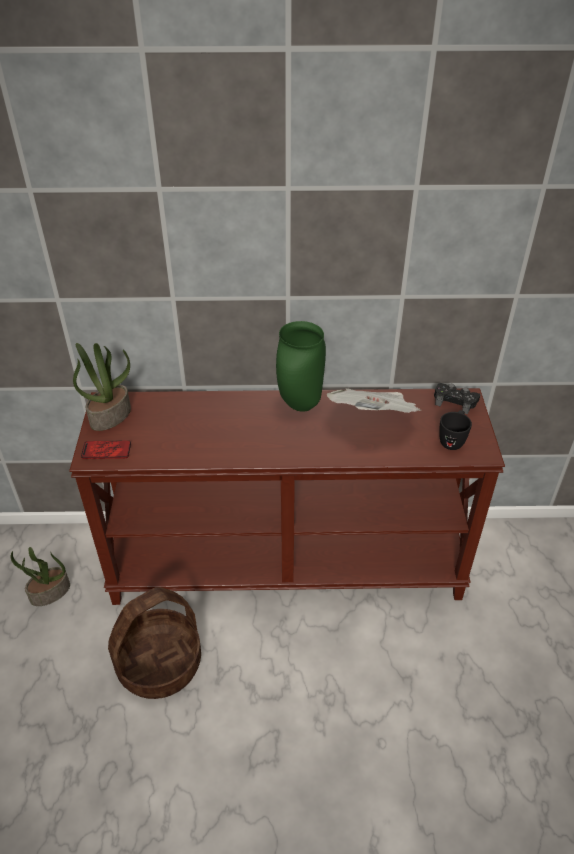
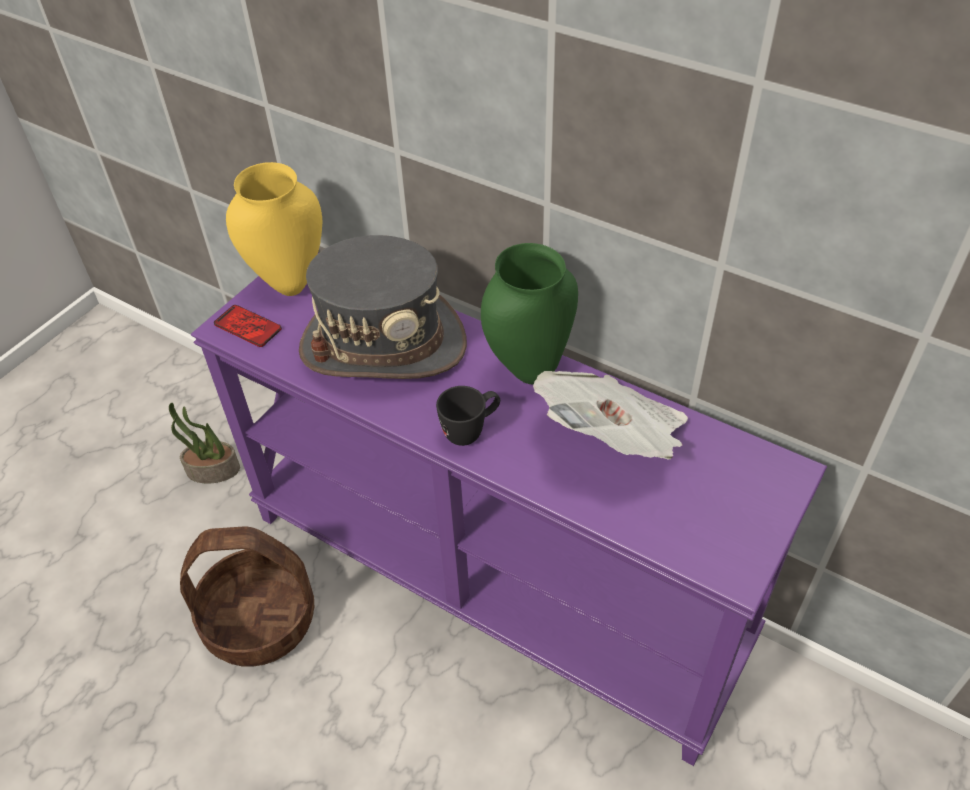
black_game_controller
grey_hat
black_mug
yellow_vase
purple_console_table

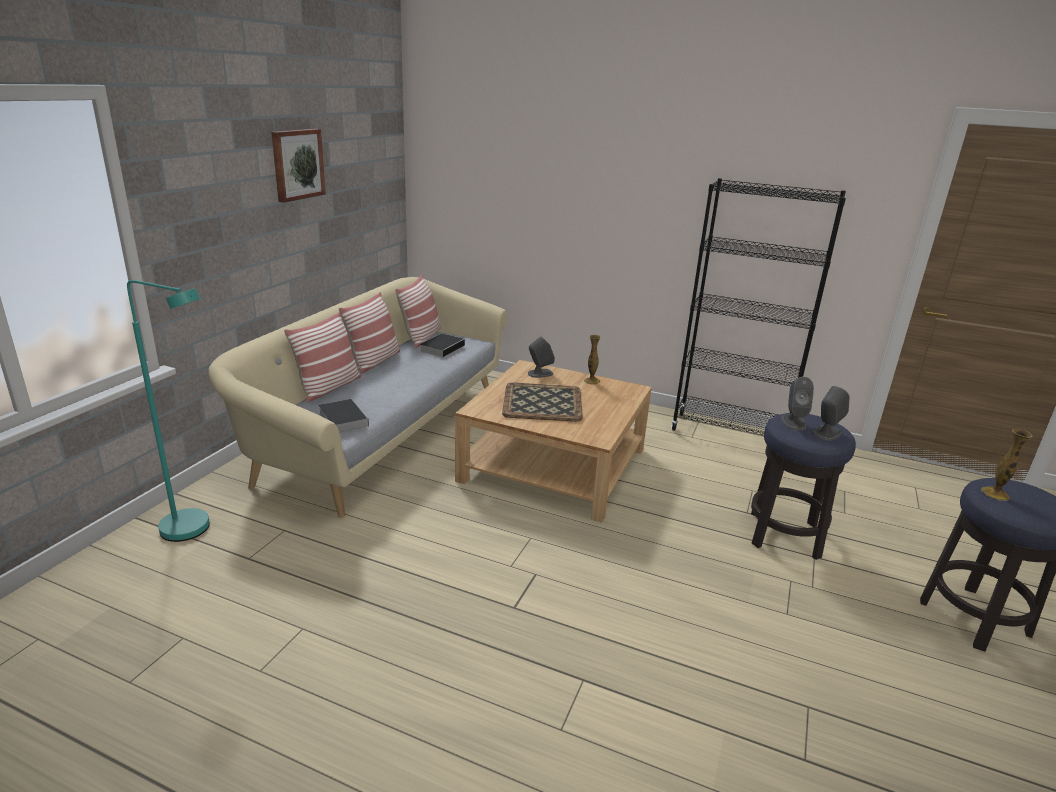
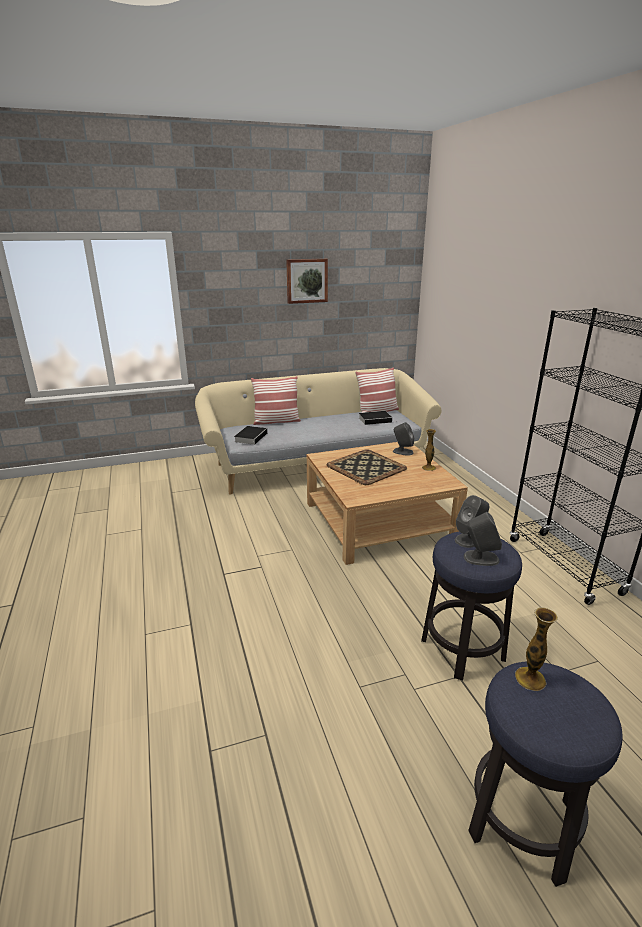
turquoise_floor_lamp
pillow (2nd from left in the first image)

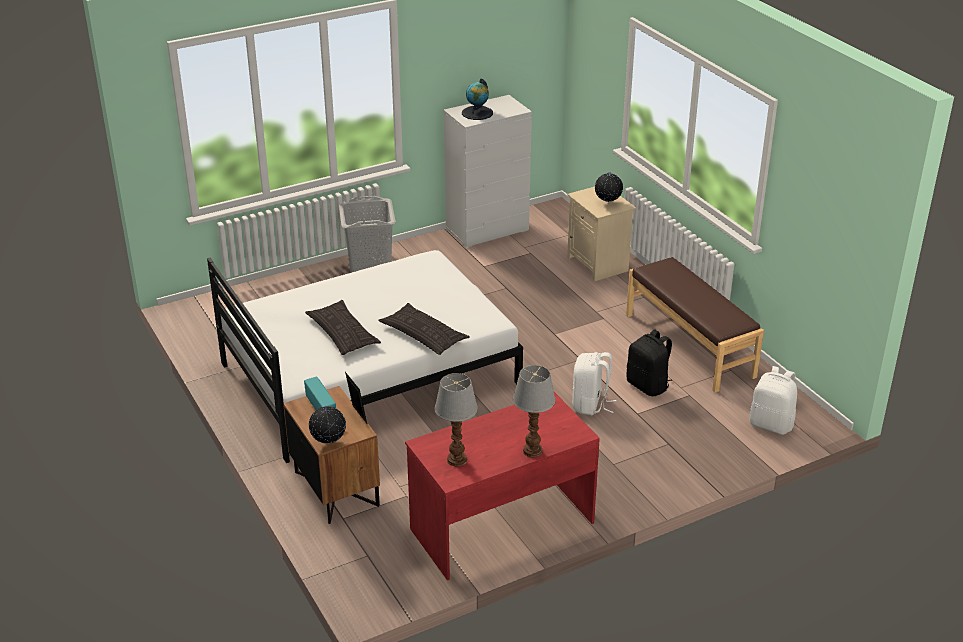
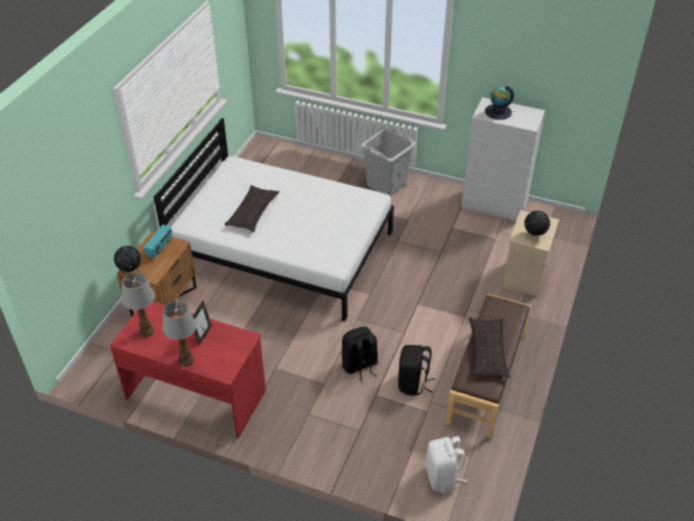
picture_frame
pillow (2nd from left)
black_backpack (1st from left)

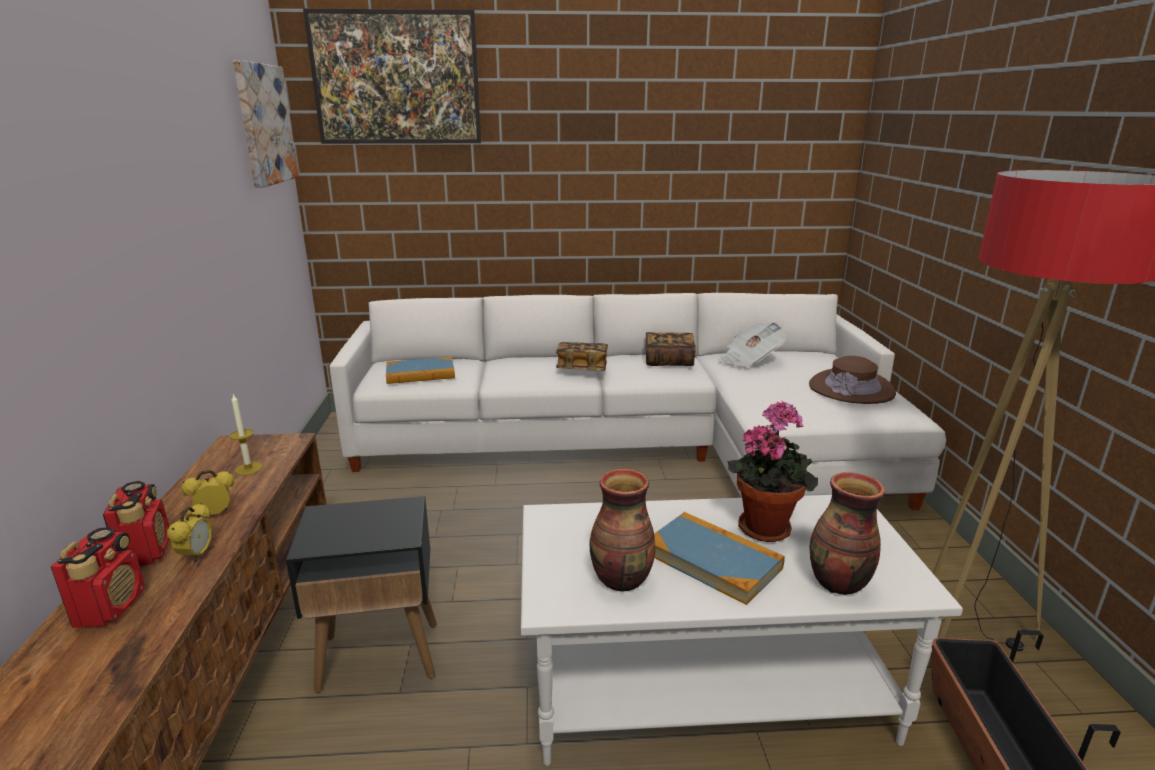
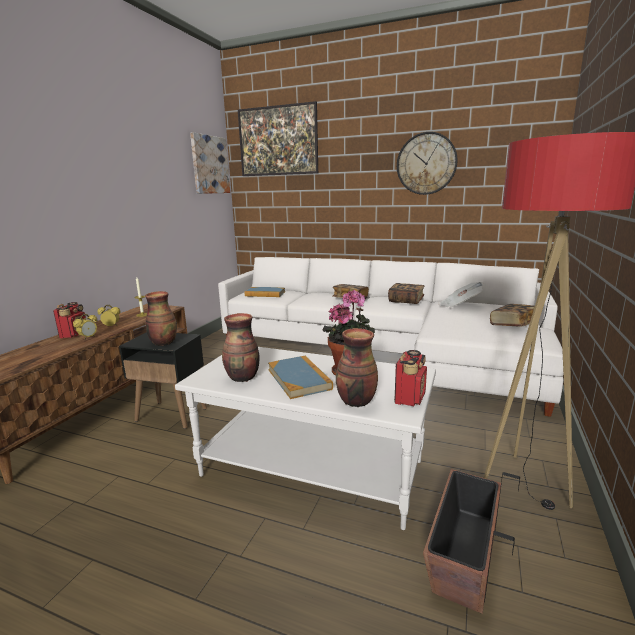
vase (1st from left)
wall_clock
radio (2nd from left)
book (5th from left)

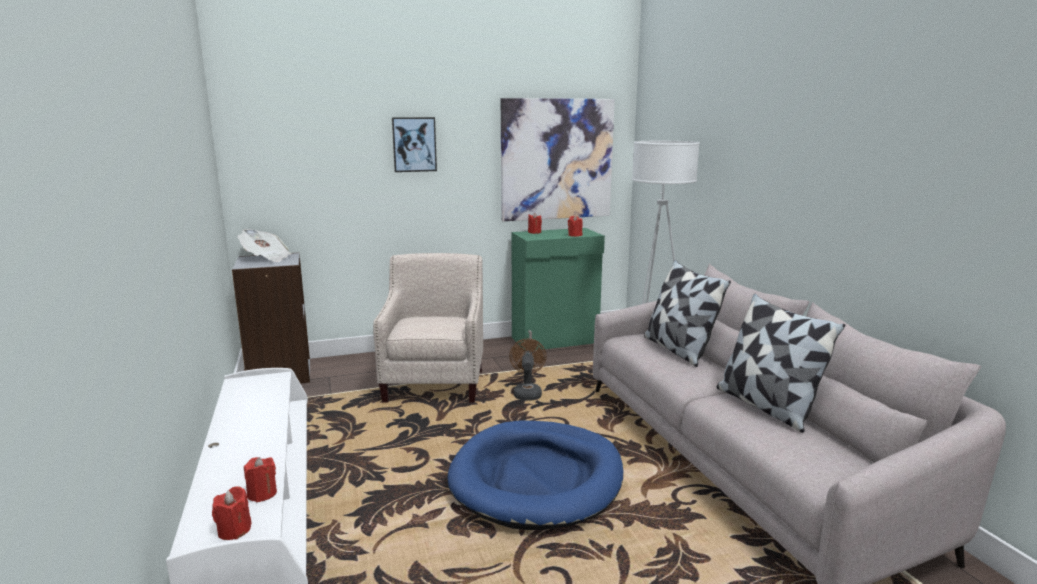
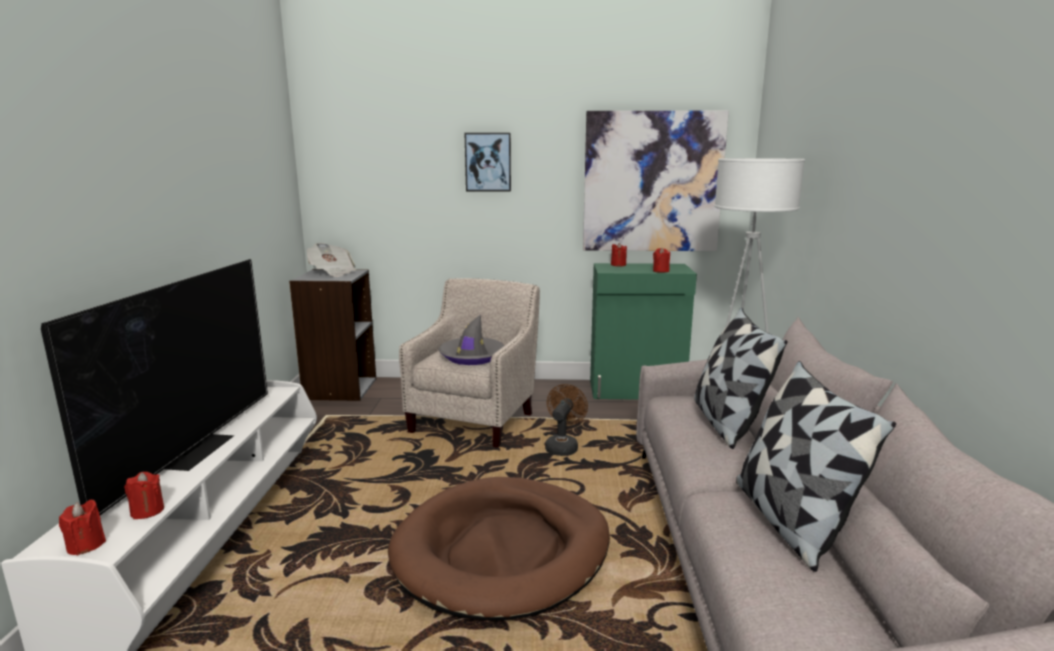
television
grey_hat
brown_dog_bed

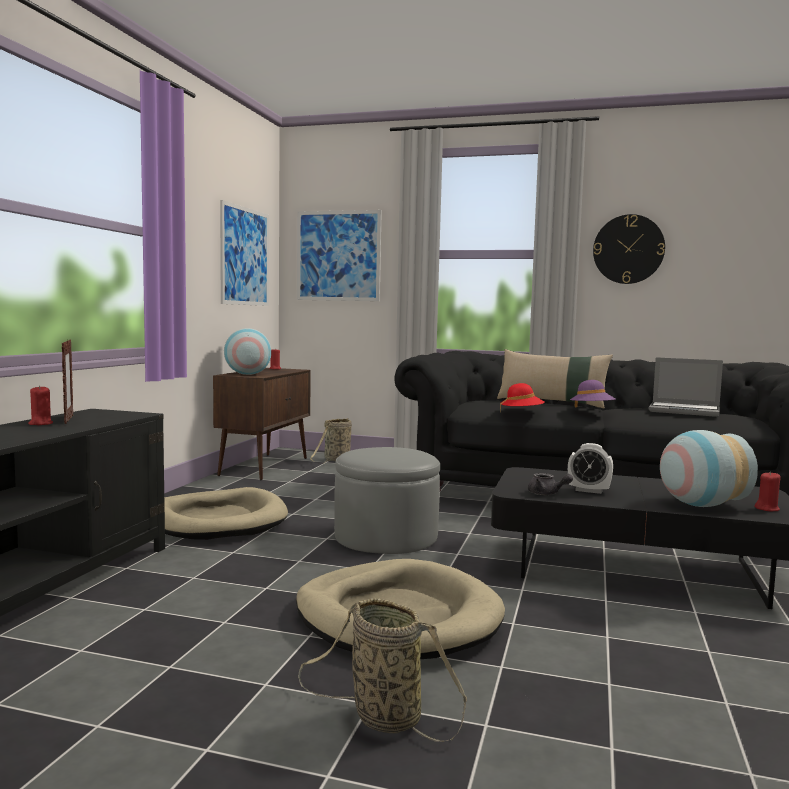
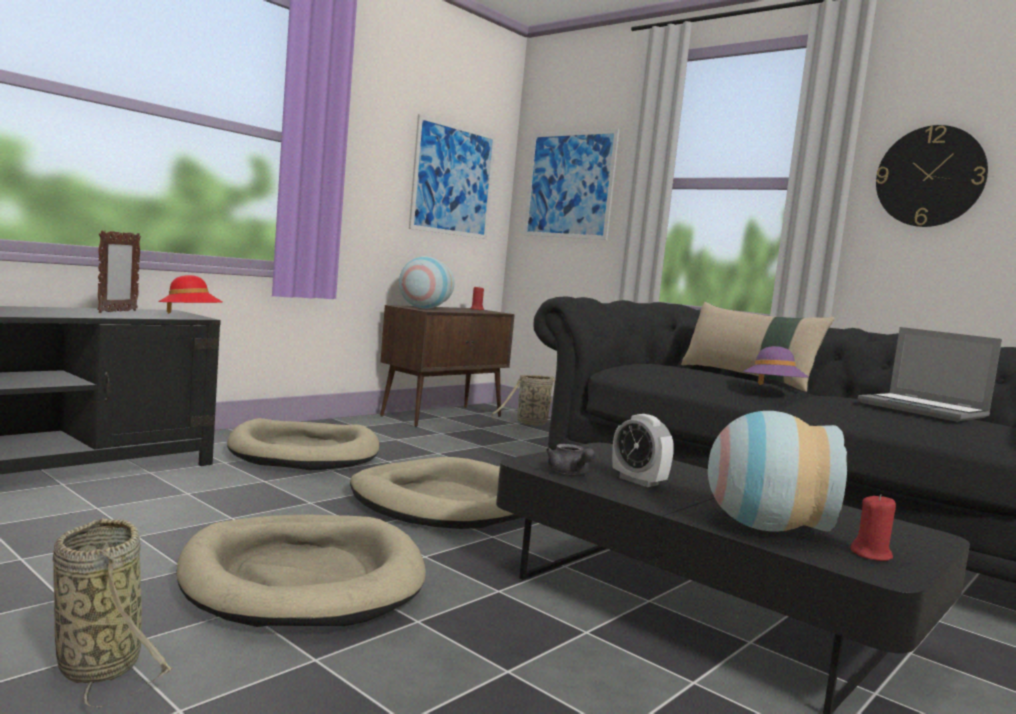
red_candle (1st from left in the first image)
red_hat
beige_dog_bed (3rd from left)

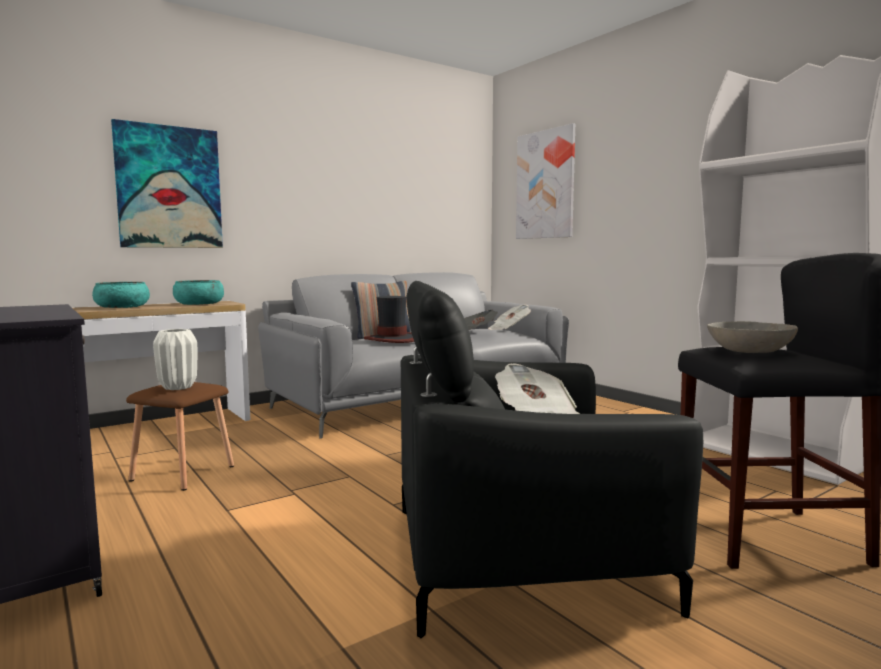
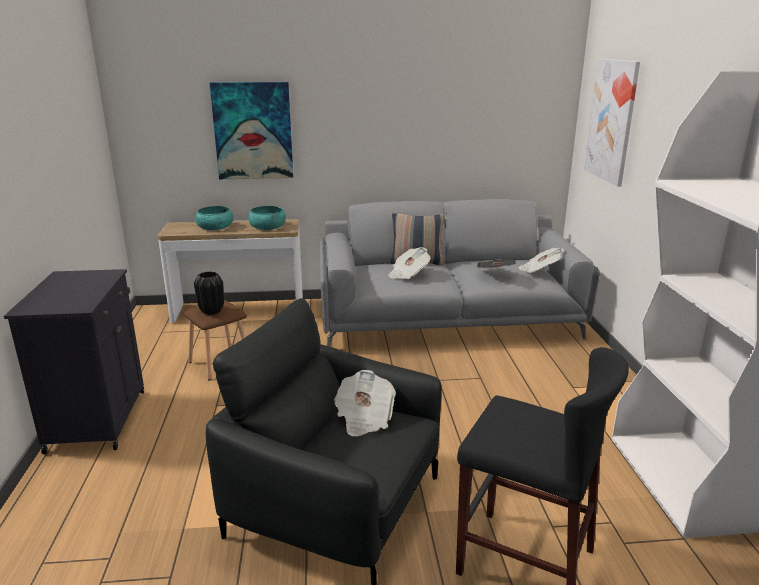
grey_bowl
newspaper (2nd from left)
black_vase

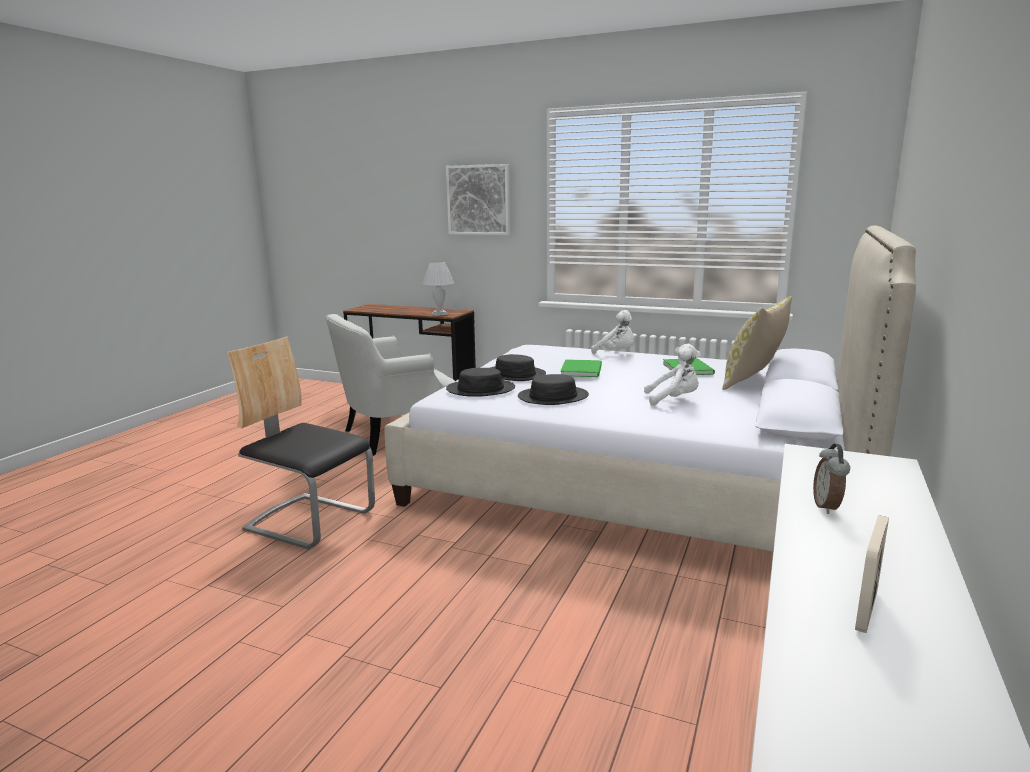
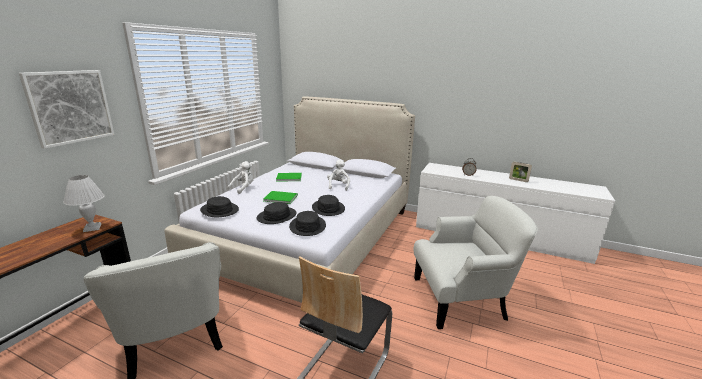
pillow
black_hat (1st from left)
white_armchair (2nd from left)

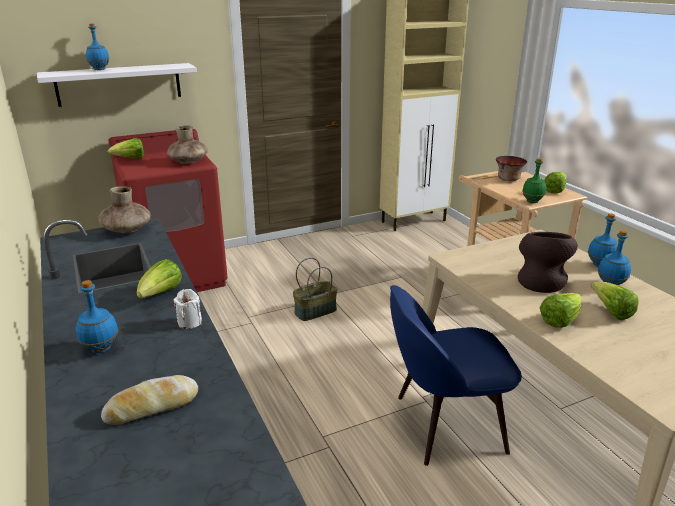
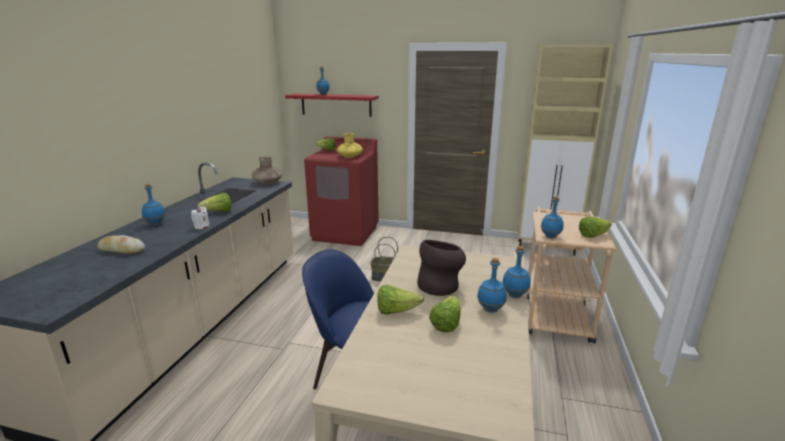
bowl
red_shelf
yellow_vase
blue_bottle (5th from left)

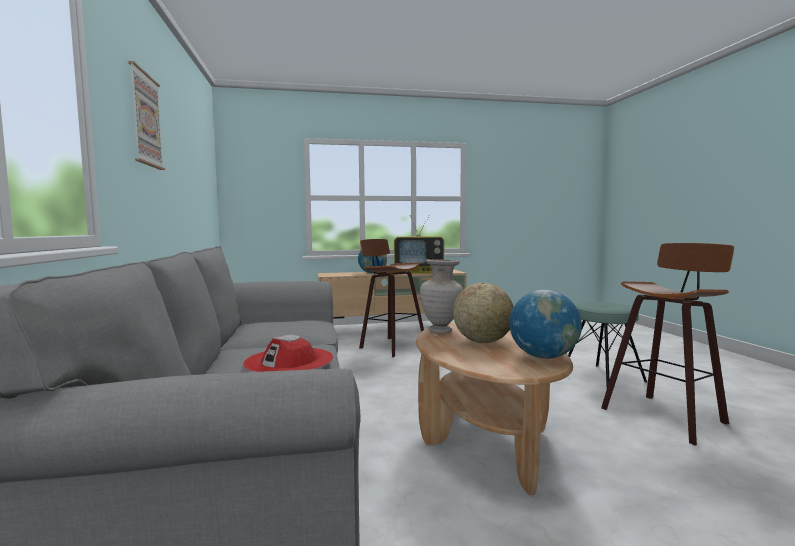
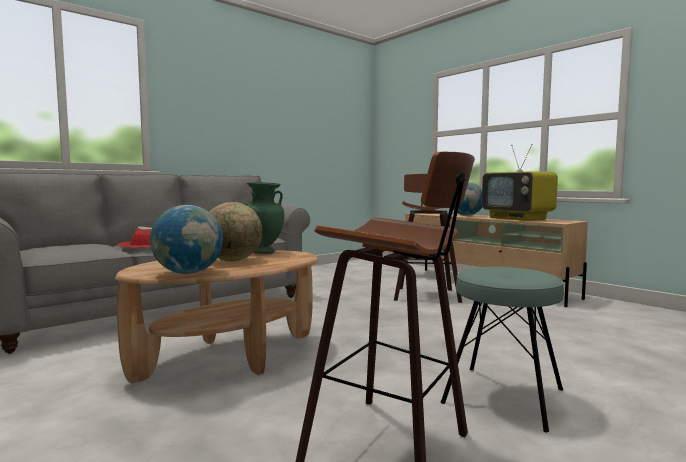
picture
green_vase

